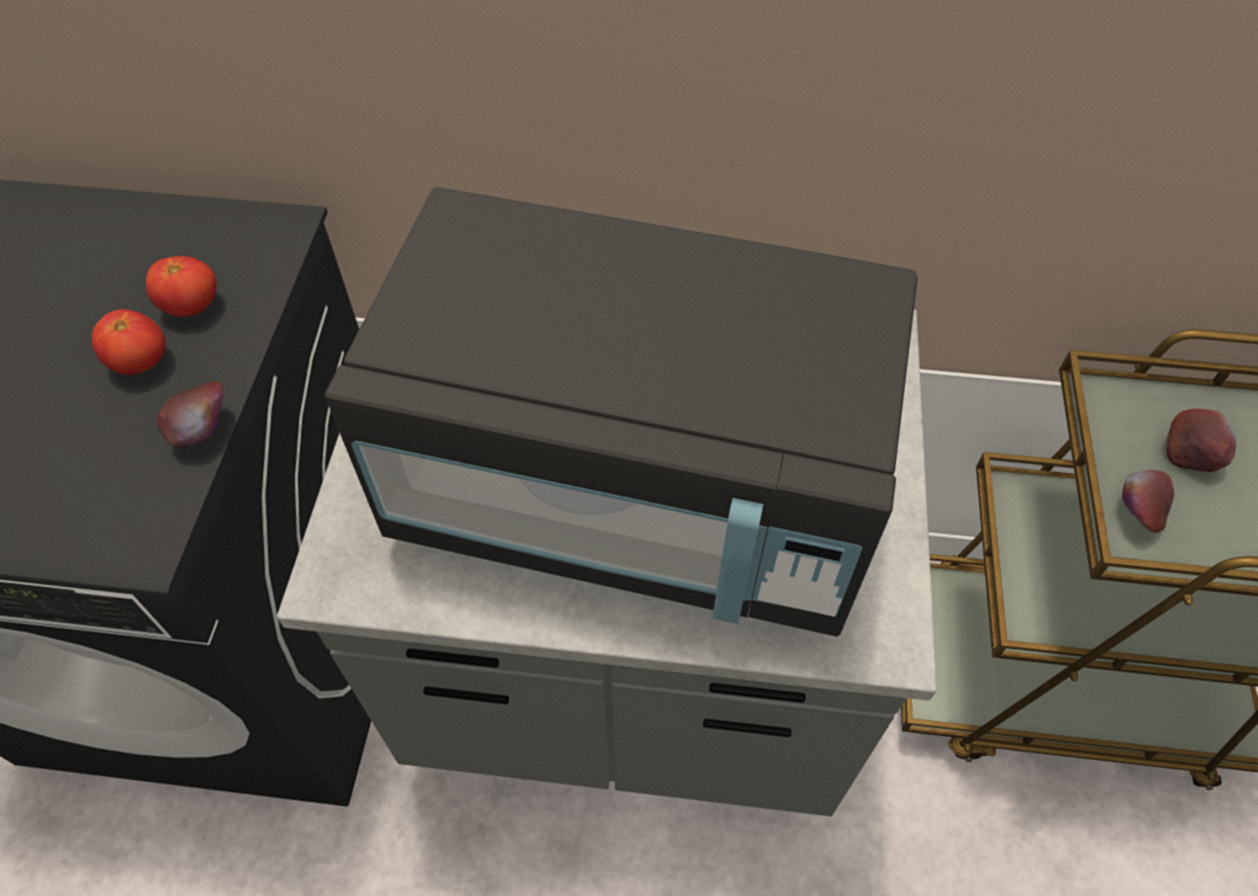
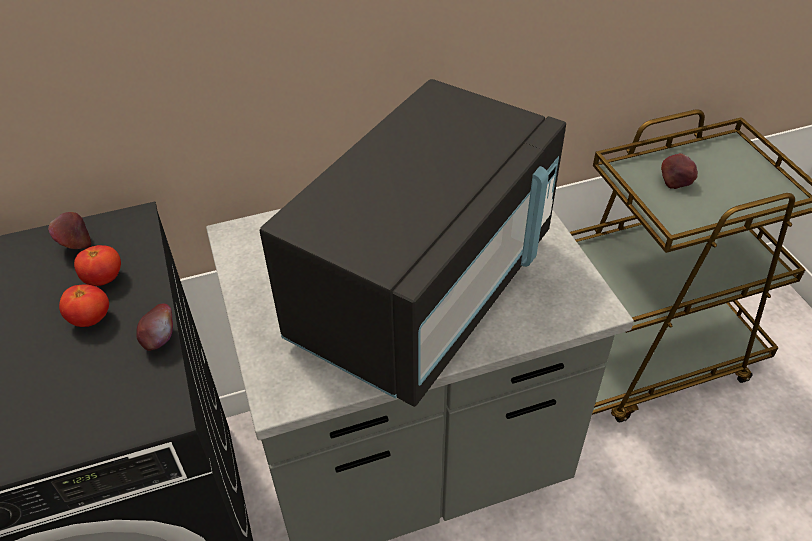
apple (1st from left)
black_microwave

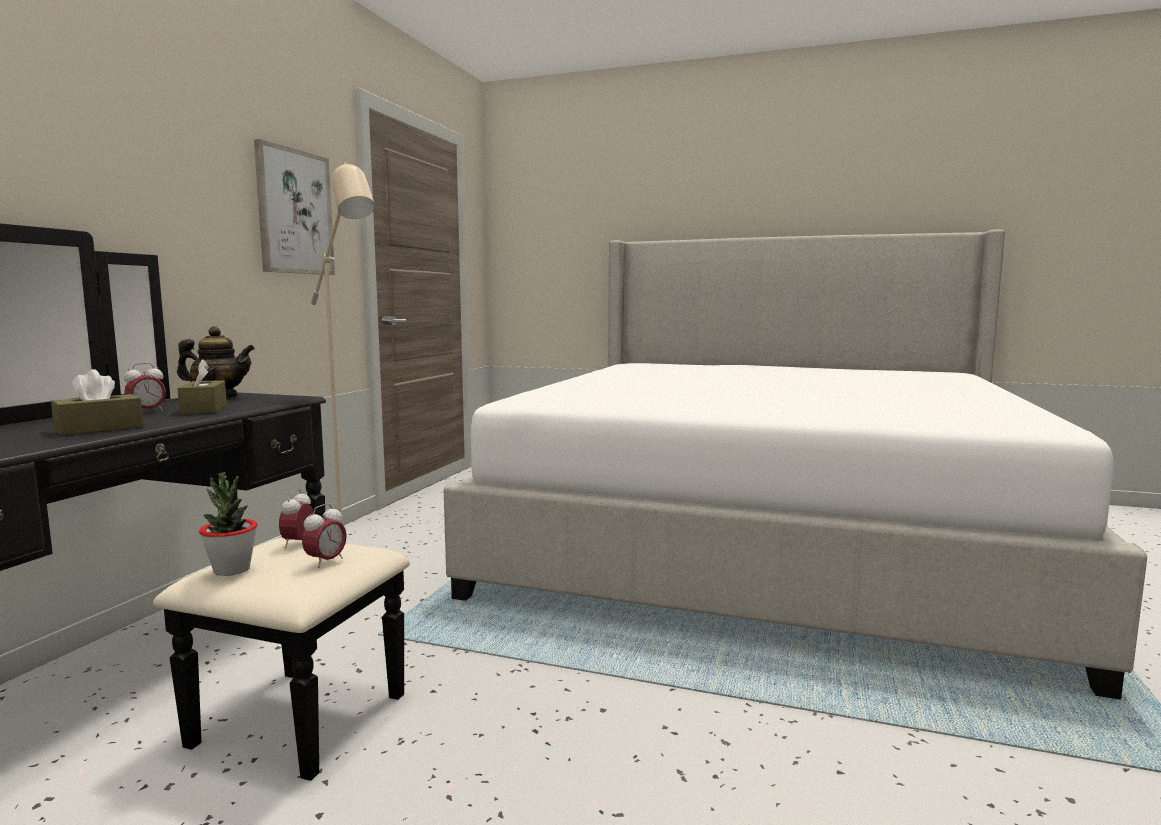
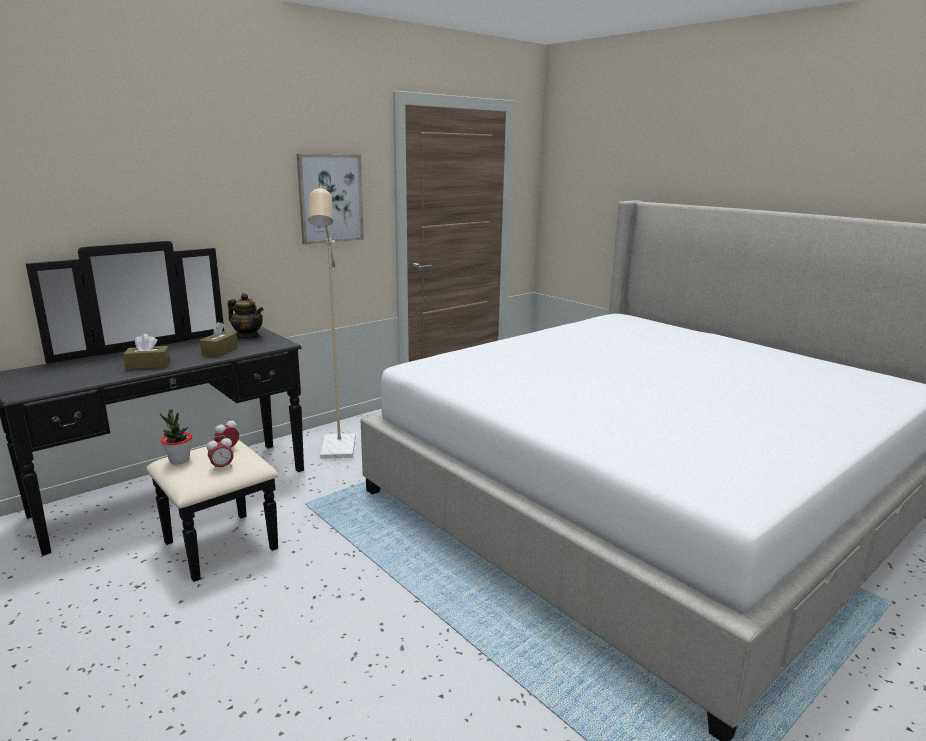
alarm_clock (1st from left in the first image)

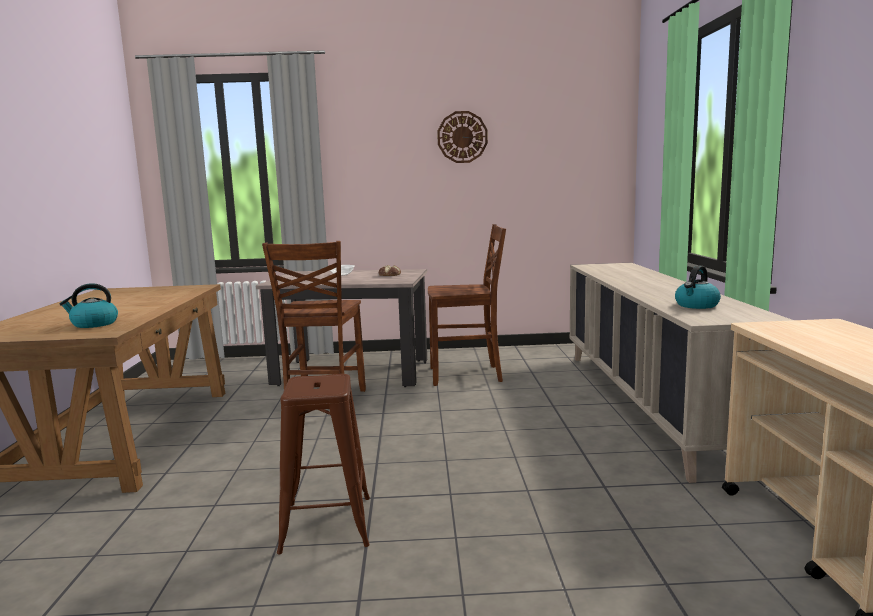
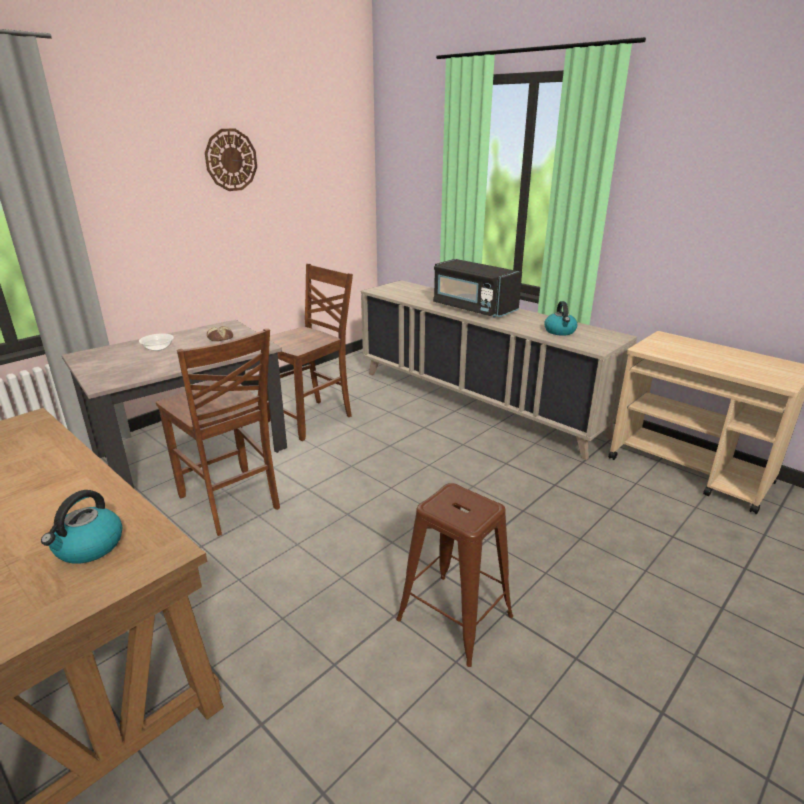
black_microwave

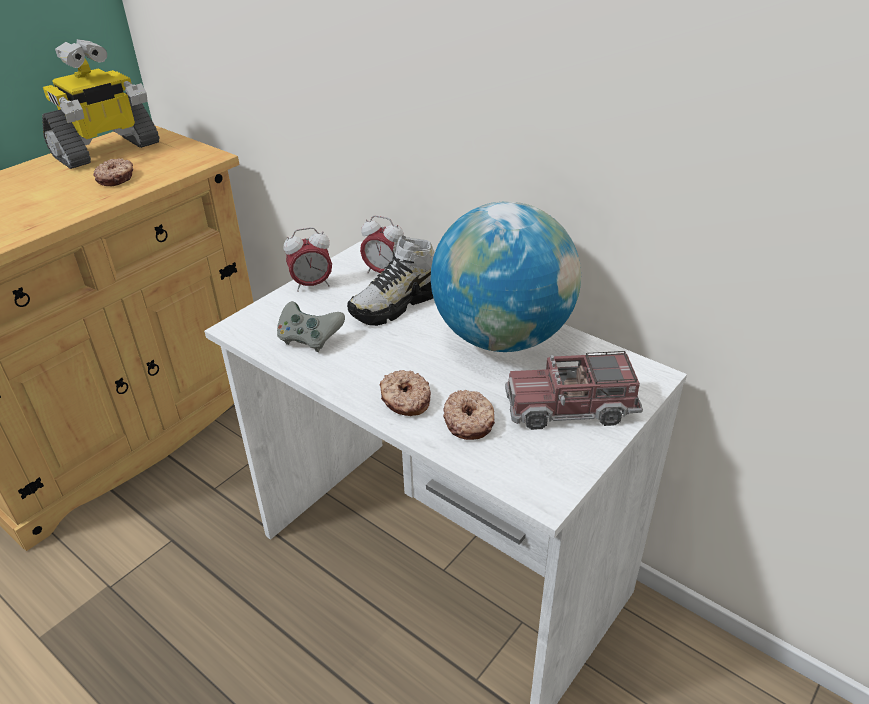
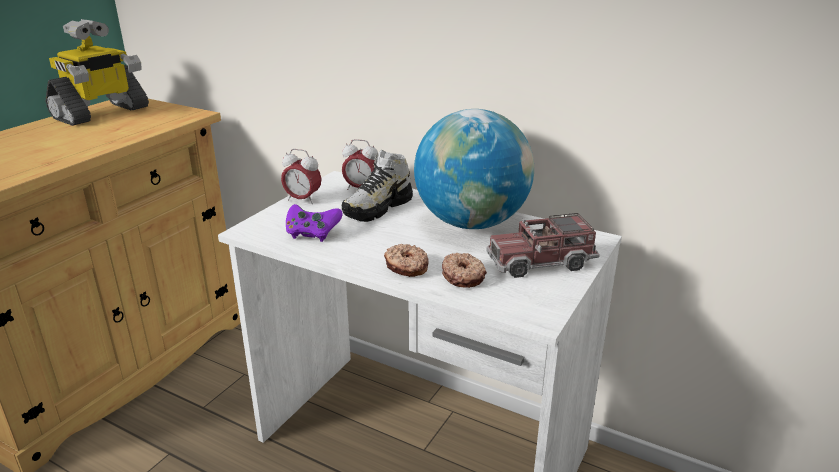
donut (1st from left in the first image)
purple_game_controller
alarm_clock (1st from left)

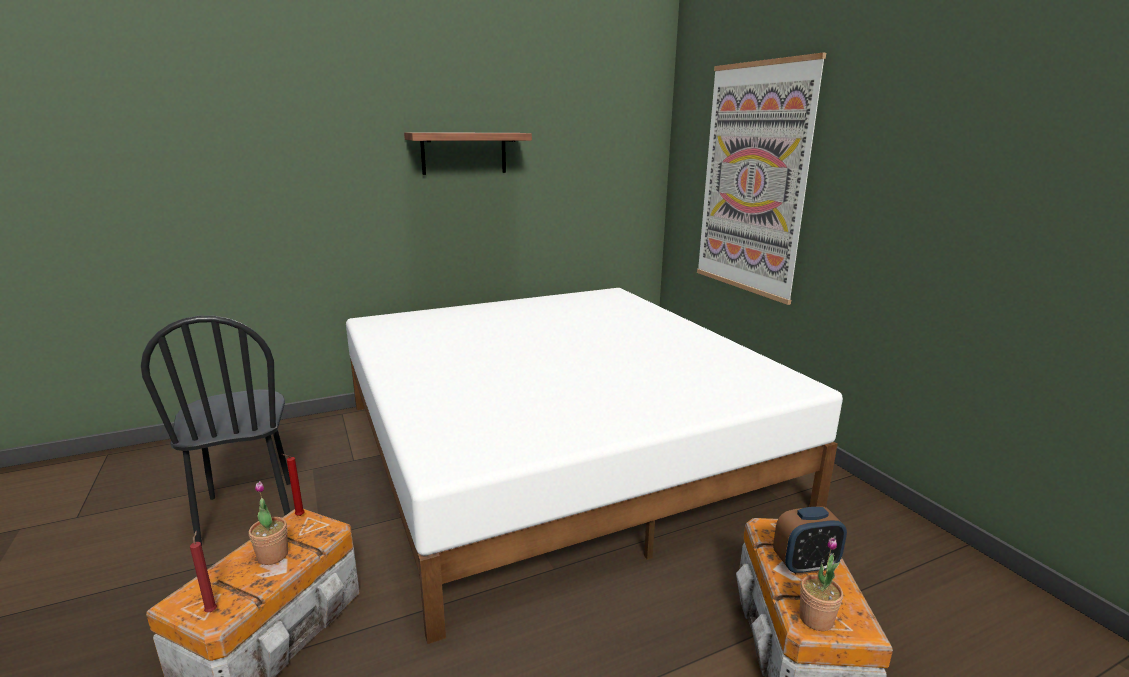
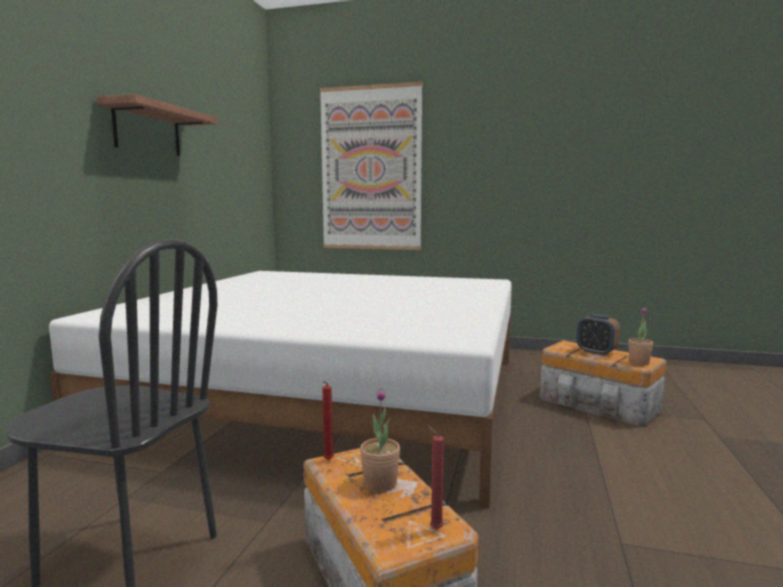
alarm_clock

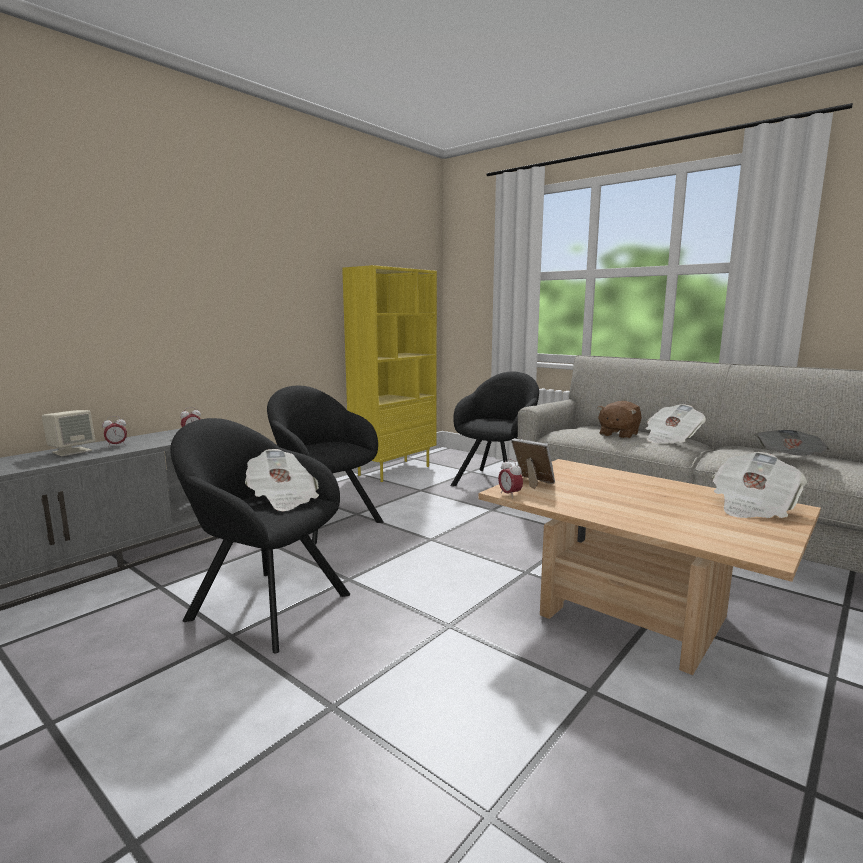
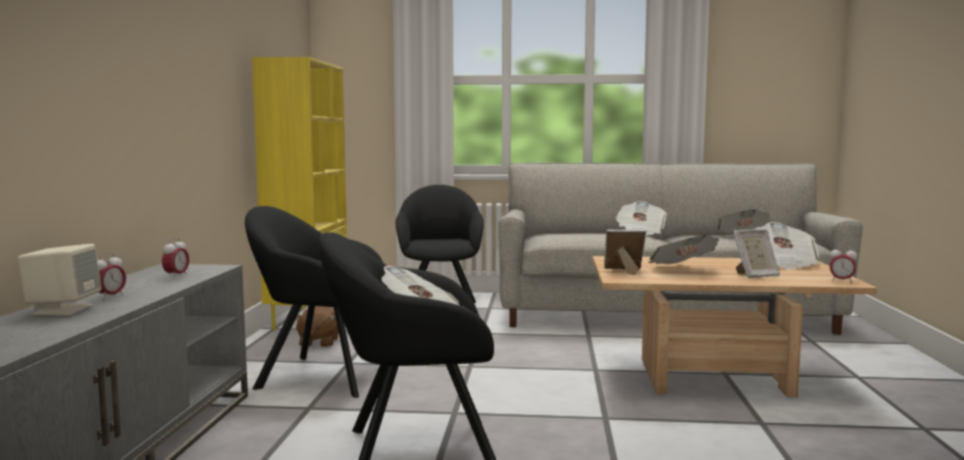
newspaper (3rd from left)
picture_frame (2nd from left)
alarm_clock (3rd from left)
brown_plush_toy

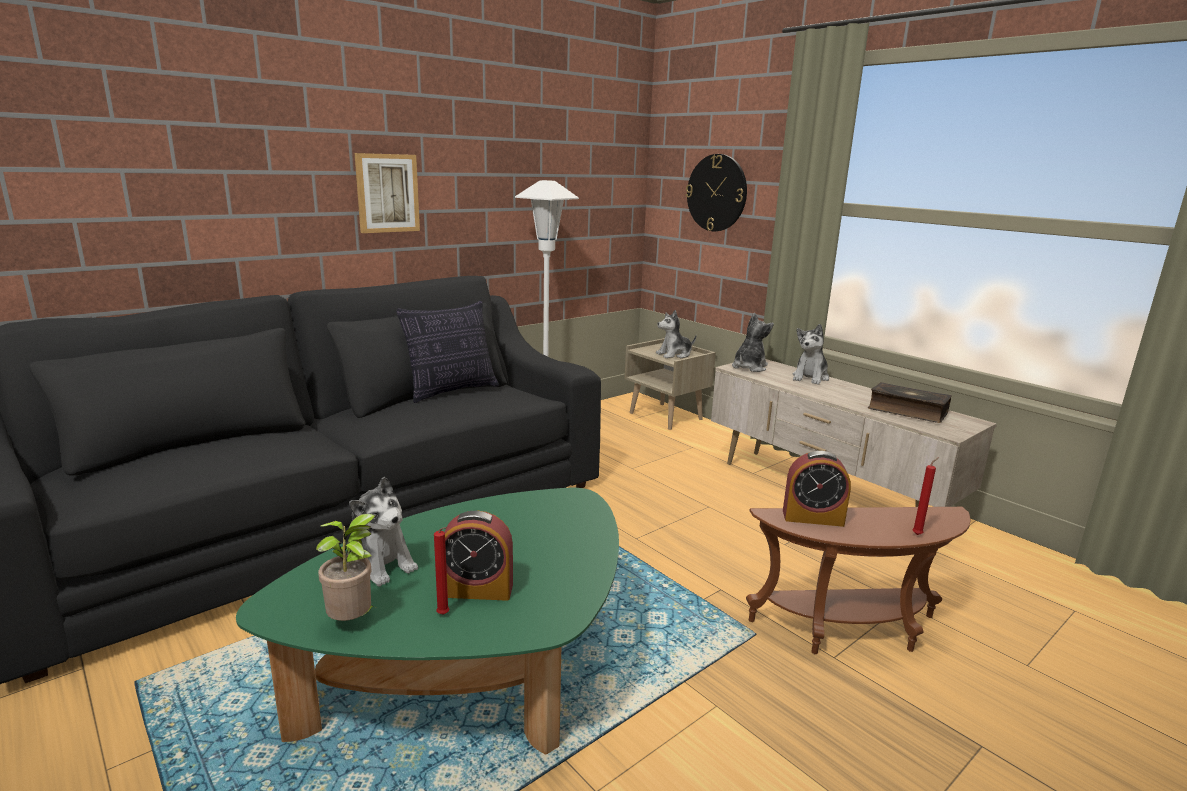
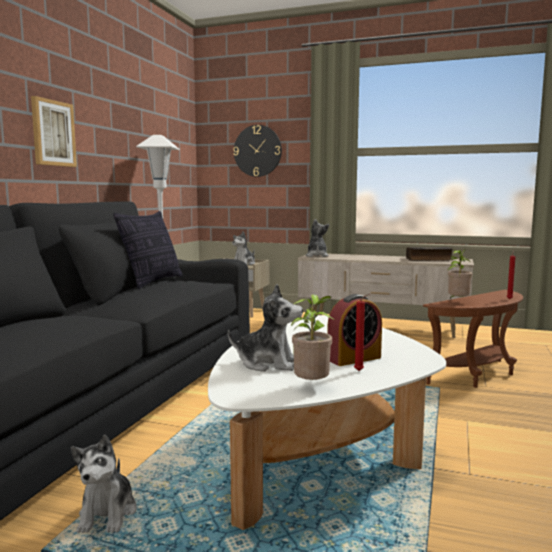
plush_toy (1st from left)
potted_plant (2nd from left)
white_coffee_table

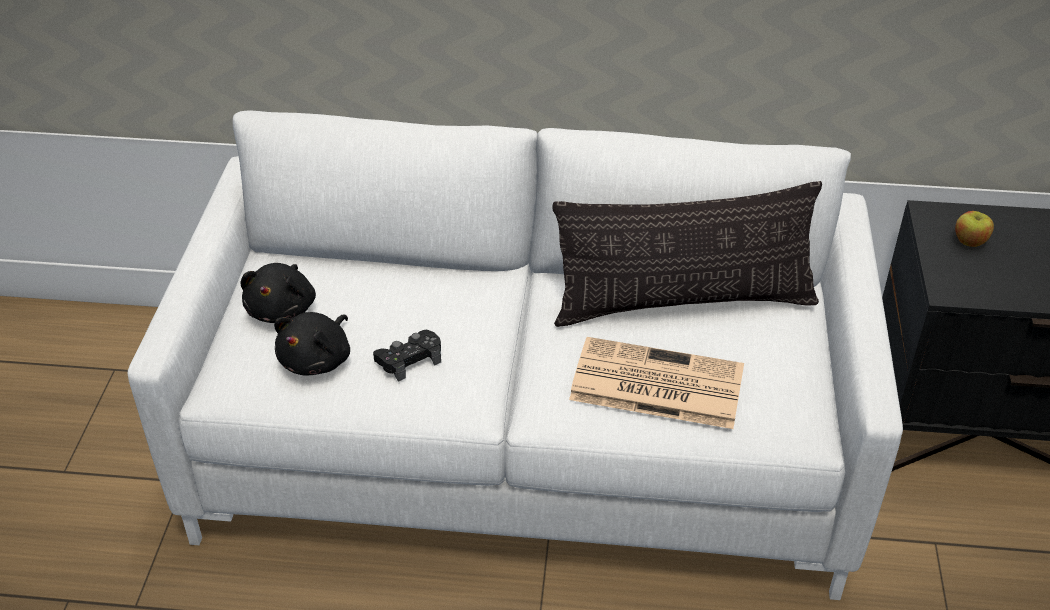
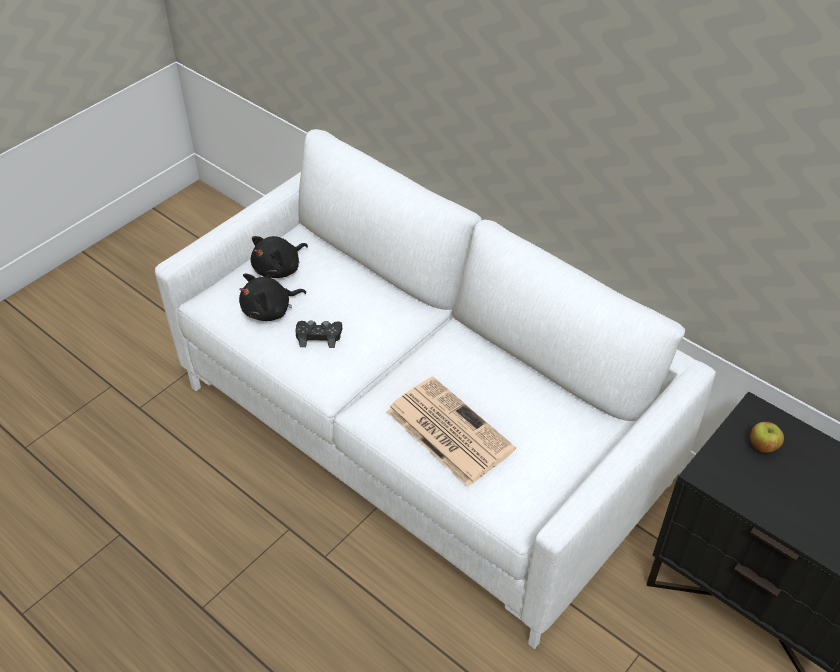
pillow

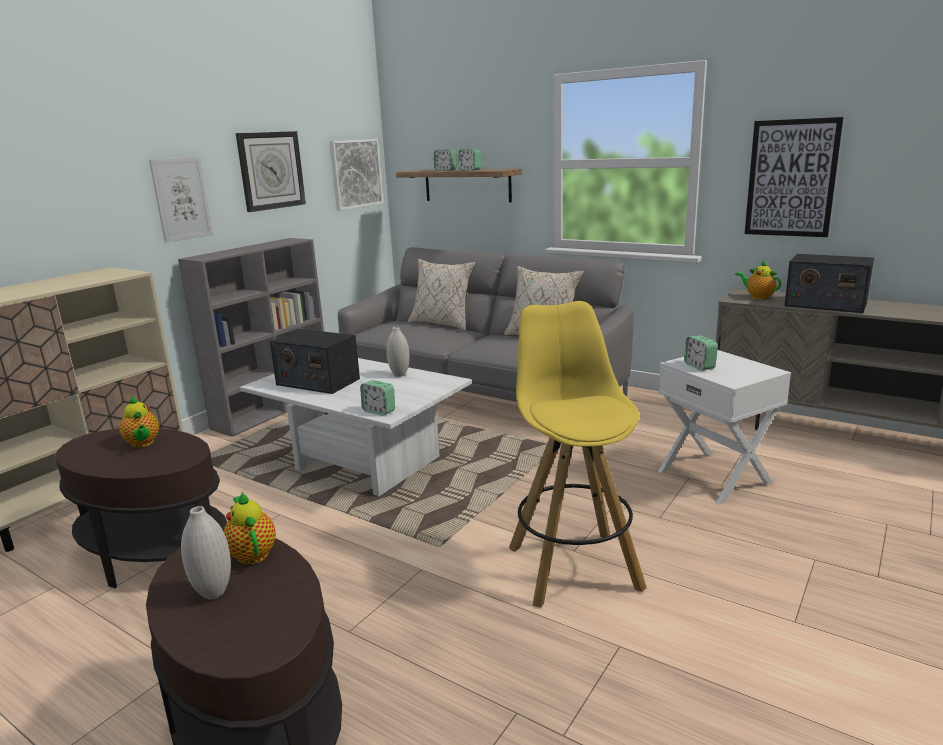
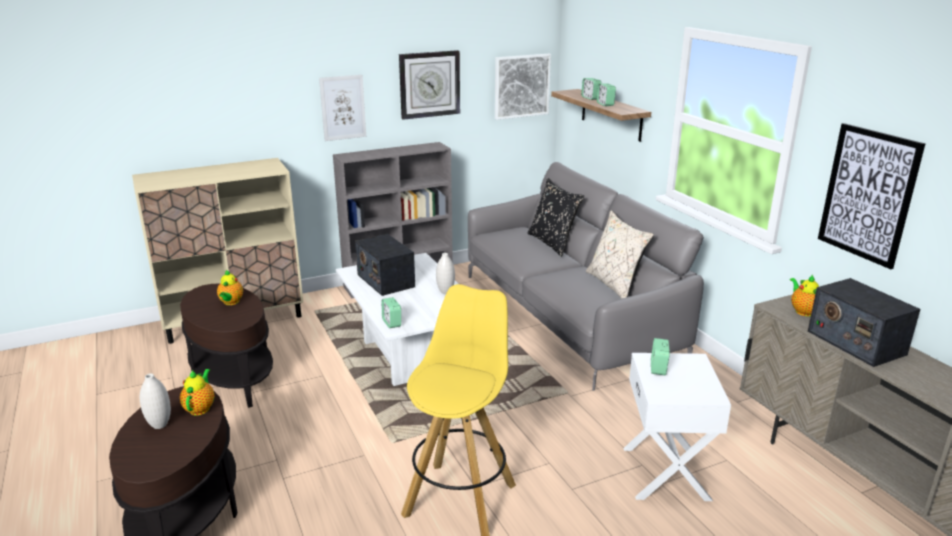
black_pillow

